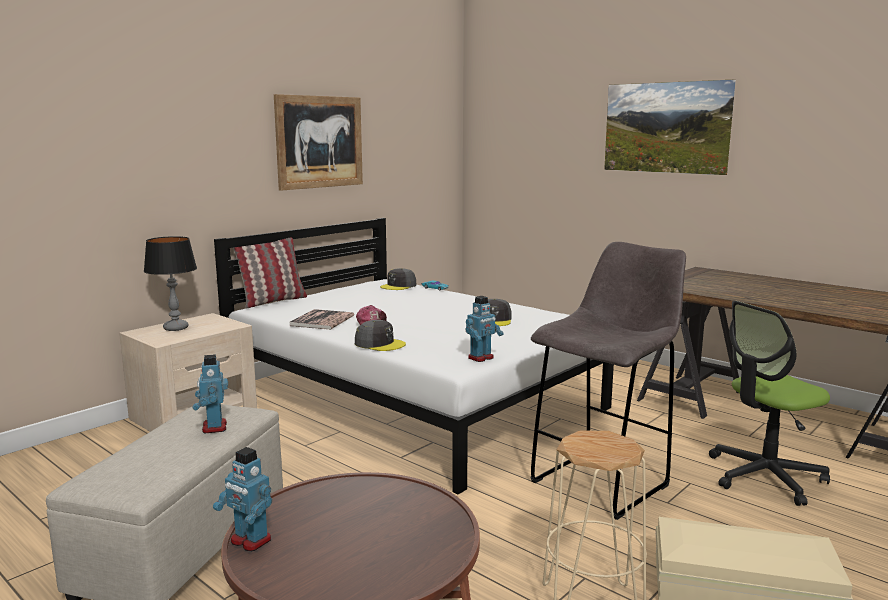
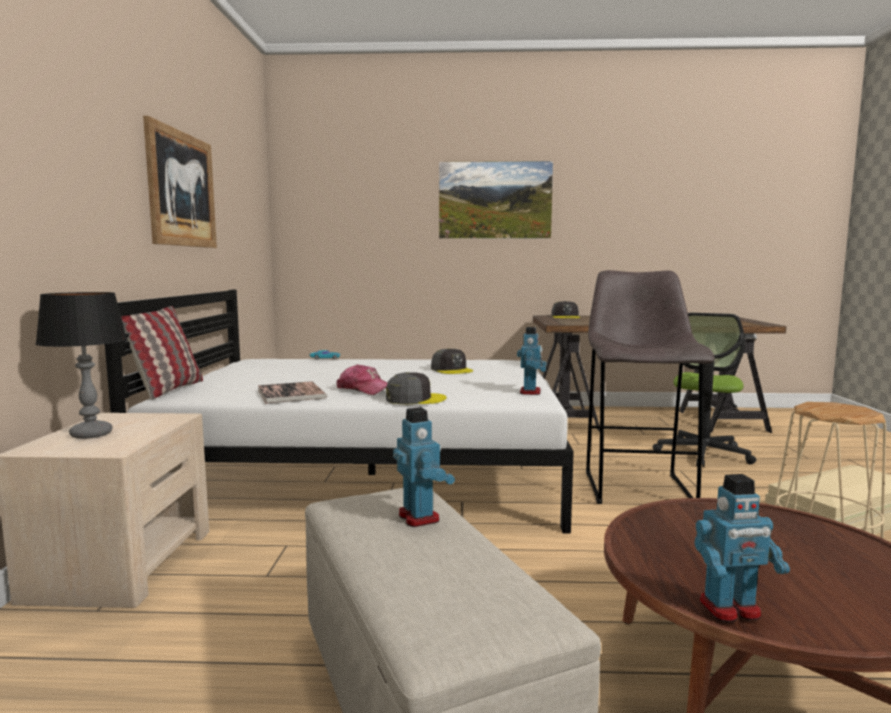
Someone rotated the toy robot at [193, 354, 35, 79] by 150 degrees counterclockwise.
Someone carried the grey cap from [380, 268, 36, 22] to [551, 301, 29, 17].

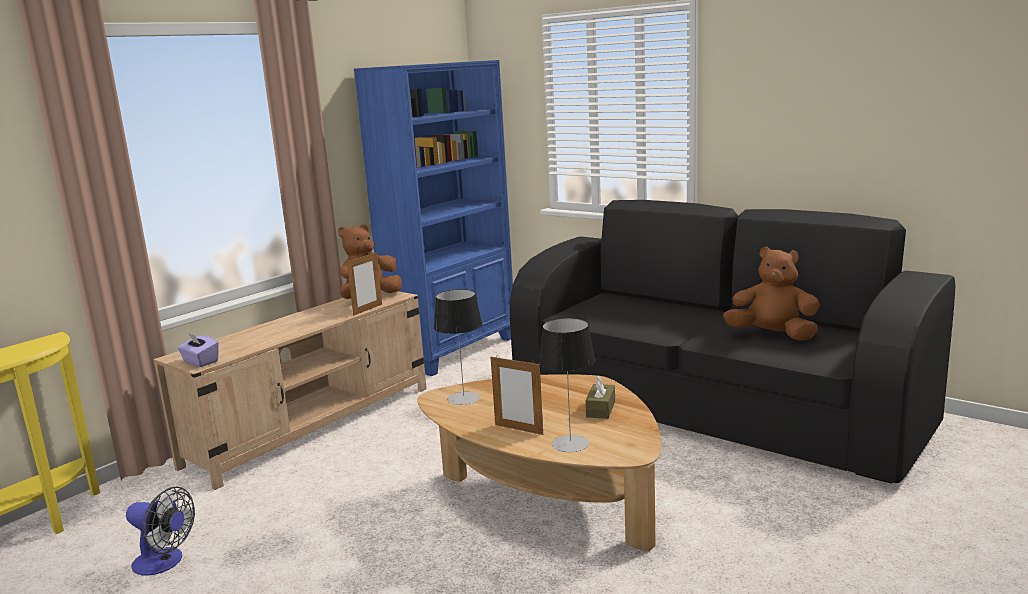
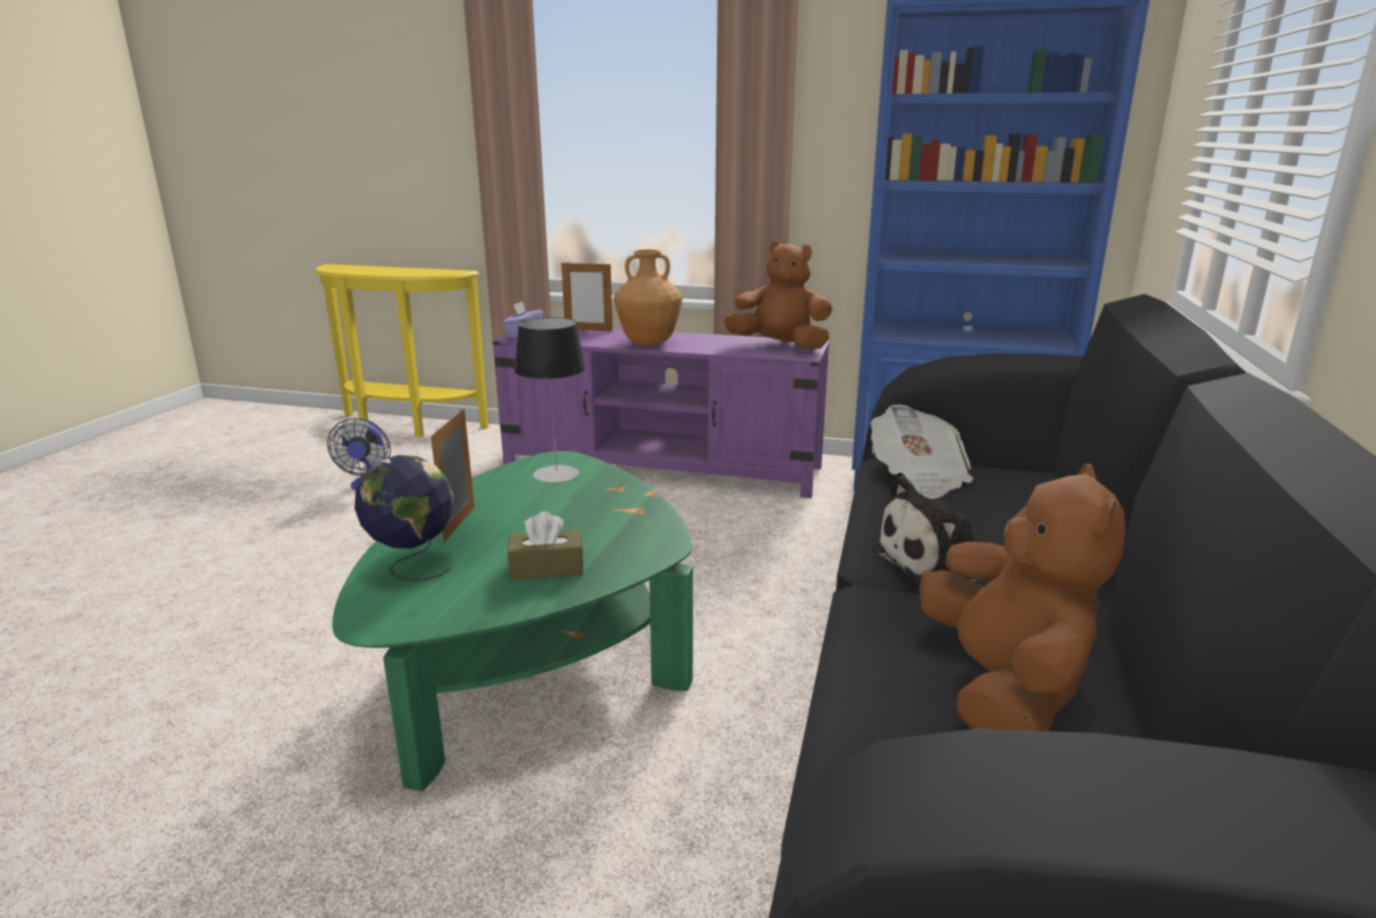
Someone repainted the brown coffee table at [417, 374, 244, 178], which became the green coffee table at [332, 451, 361, 340].
Someone swapped the table lamp at [539, 318, 56, 134] for the globe at [355, 455, 98, 126].
Someone repainted the beige tv stand at [153, 290, 274, 200], which became the purple tv stand at [493, 328, 336, 170].
Someone carried the picture frame from [347, 252, 35, 64] to [561, 261, 52, 70].
Someone put down the brown vase at [614, 249, 68, 97].
Someone put down the newspaper at [870, 405, 103, 94].
Someone put down the plush toy at [872, 476, 107, 109].

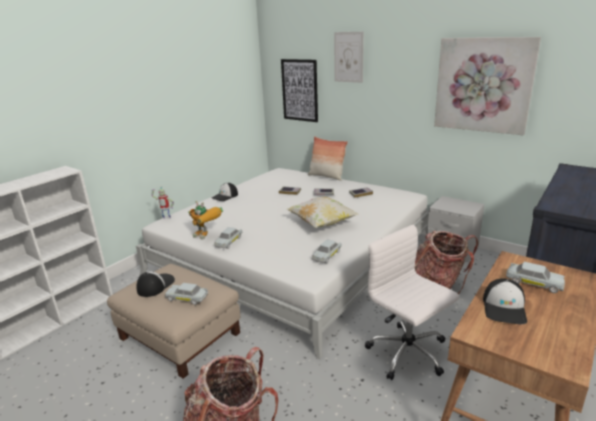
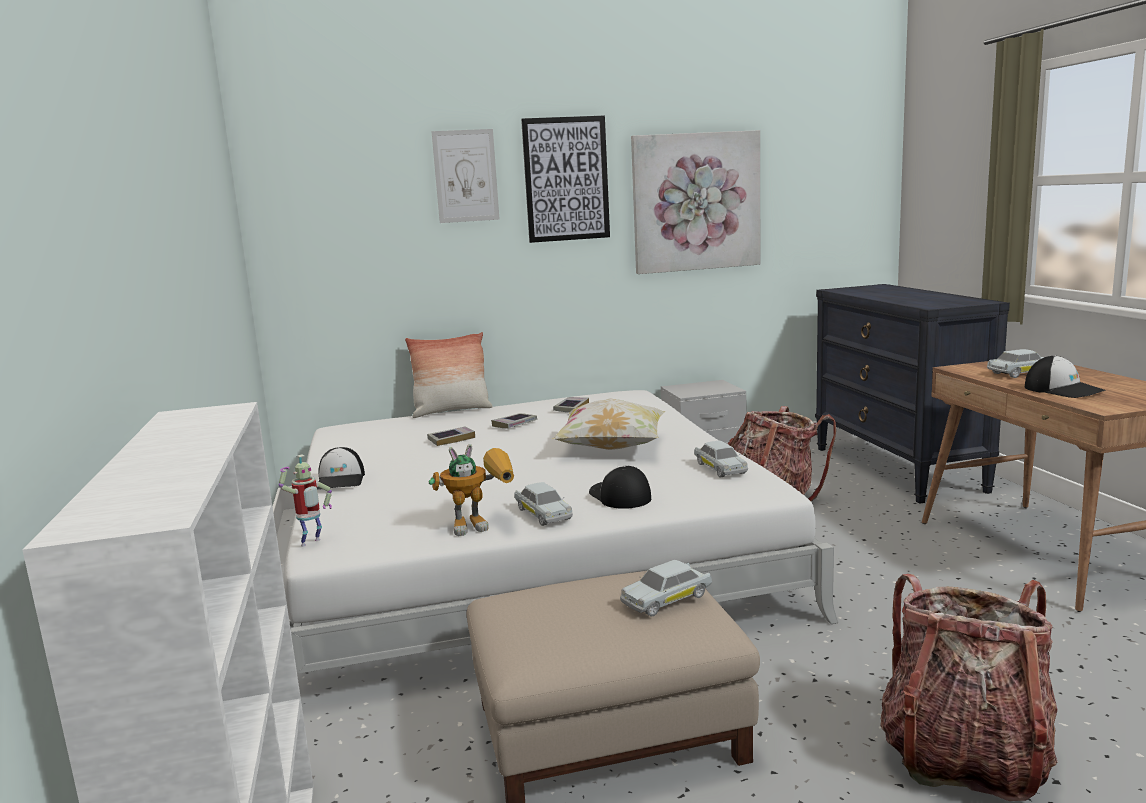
Someone carried the picture from [281, 59, 37, 63] to [521, 115, 89, 128].
Someone carried the cap from [136, 271, 39, 26] to [589, 465, 62, 44].
Someone took away the white office chair at [365, 225, 94, 155].

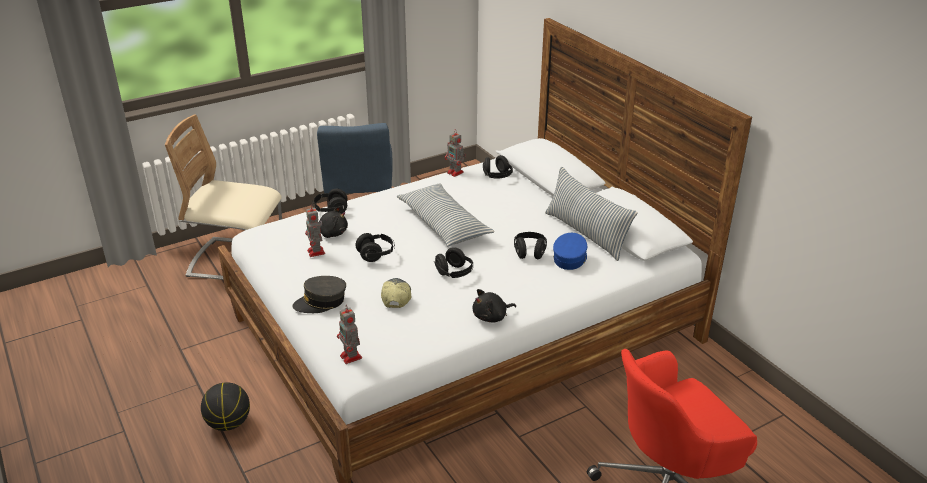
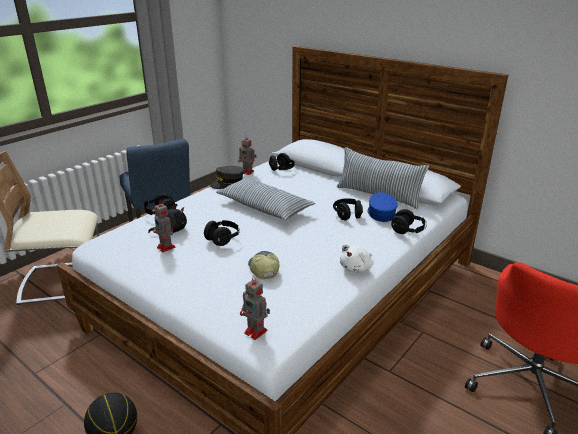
Someone carried the grey cap from [293, 276, 53, 37] to [210, 166, 34, 23].
Someone repainted the black plush toy at [472, 289, 44, 34], which became the white plush toy at [340, 244, 32, 28].
Someone carried the black headphones from [434, 247, 39, 31] to [391, 209, 36, 25].

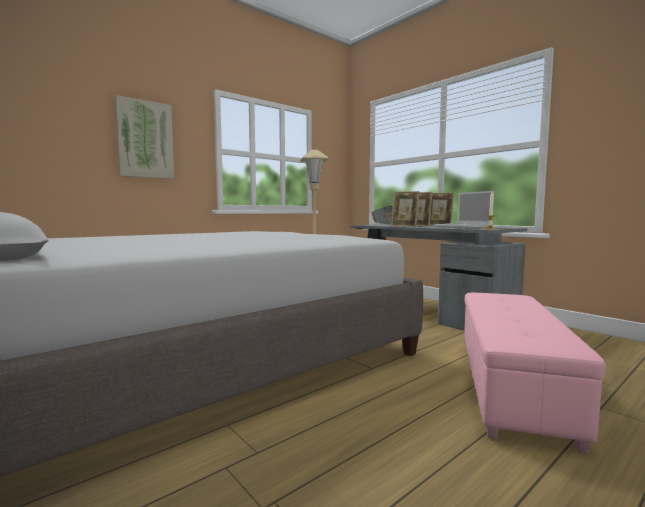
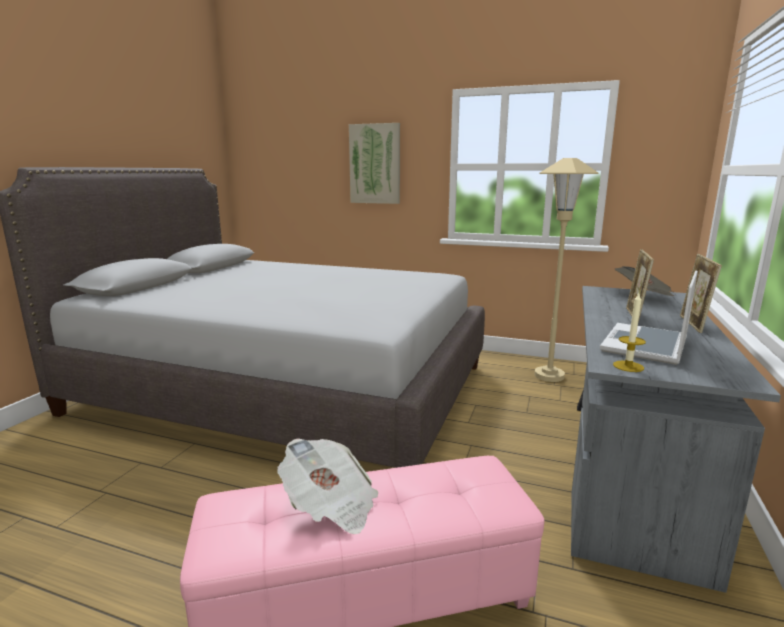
Someone put down the newspaper at [277, 438, 102, 96].
Someone took away the picture frame at [391, 191, 29, 36].

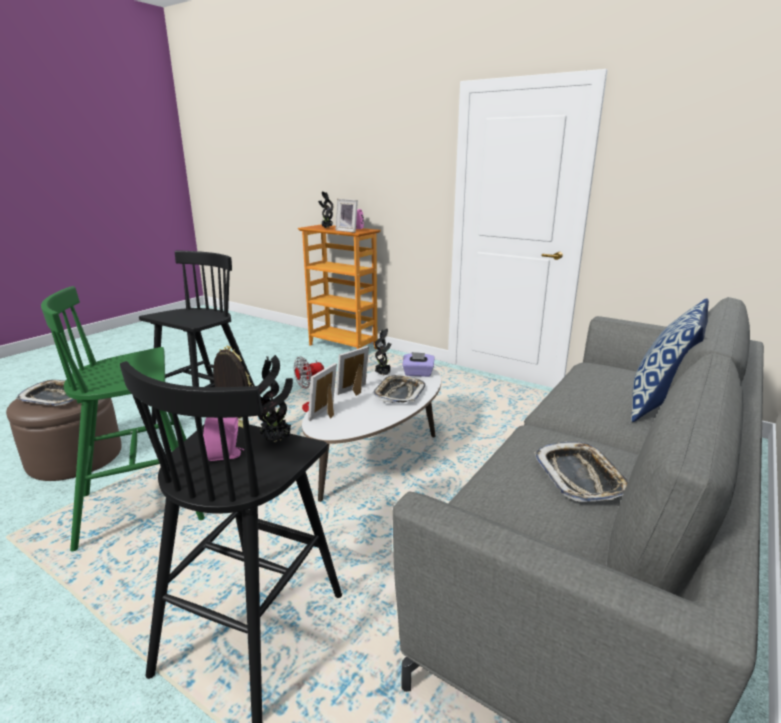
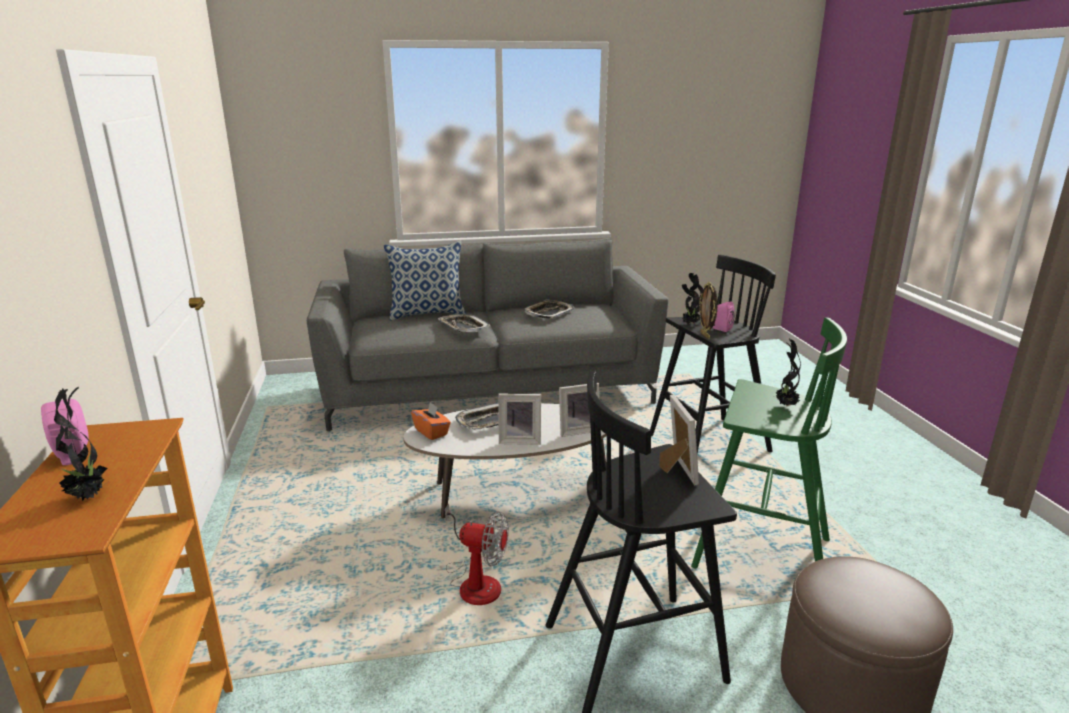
Someone repainted the purple tissue box at [402, 352, 33, 25], which became the orange tissue box at [411, 402, 40, 38].
Someone carried the tray from [16, 380, 59, 26] to [438, 314, 52, 19].
Someone carried the picture frame from [335, 199, 23, 34] to [660, 394, 39, 91].
Someone carried the potted plant from [375, 328, 17, 48] to [775, 339, 26, 67].

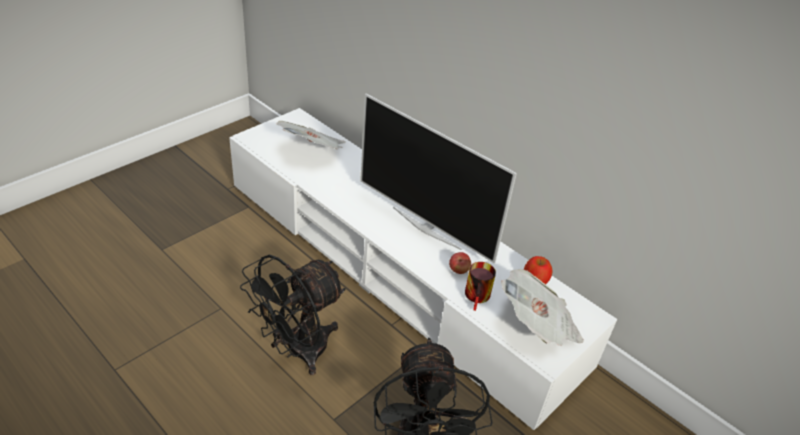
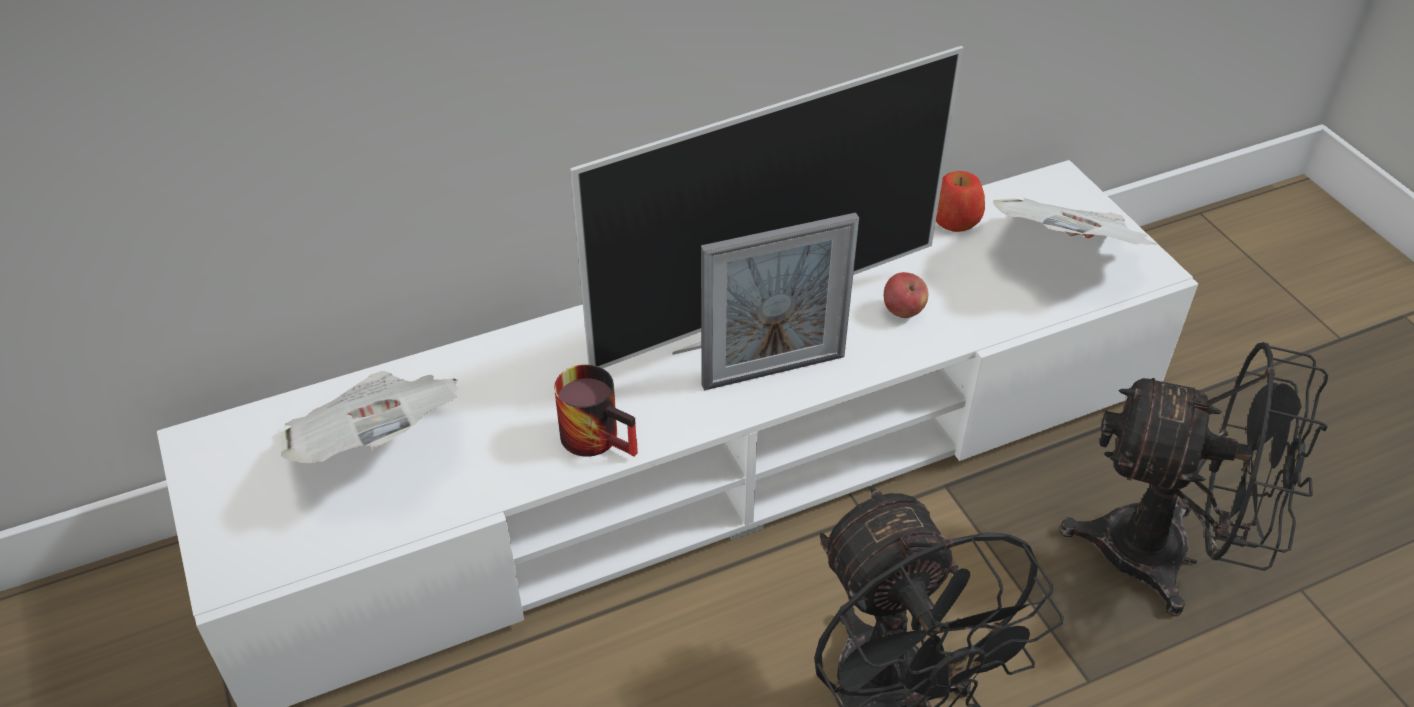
Someone carried the mug from [465, 262, 31, 49] to [554, 365, 84, 91].
Someone put down the picture frame at [701, 213, 158, 178].

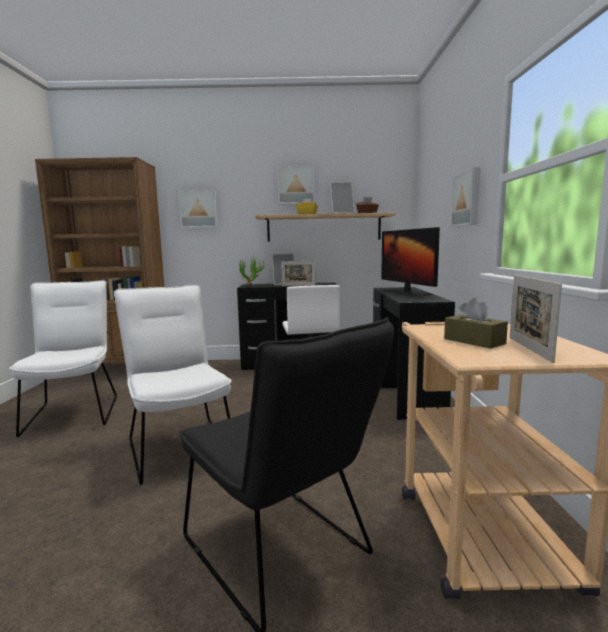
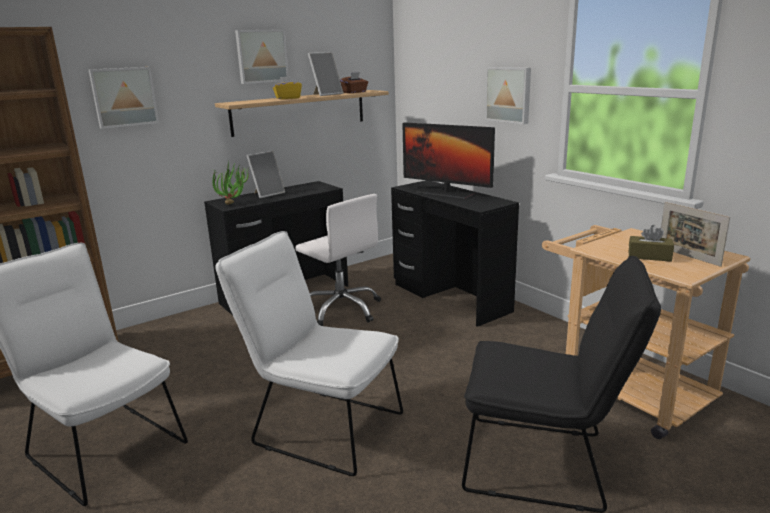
Someone took away the picture frame at [281, 261, 35, 25].

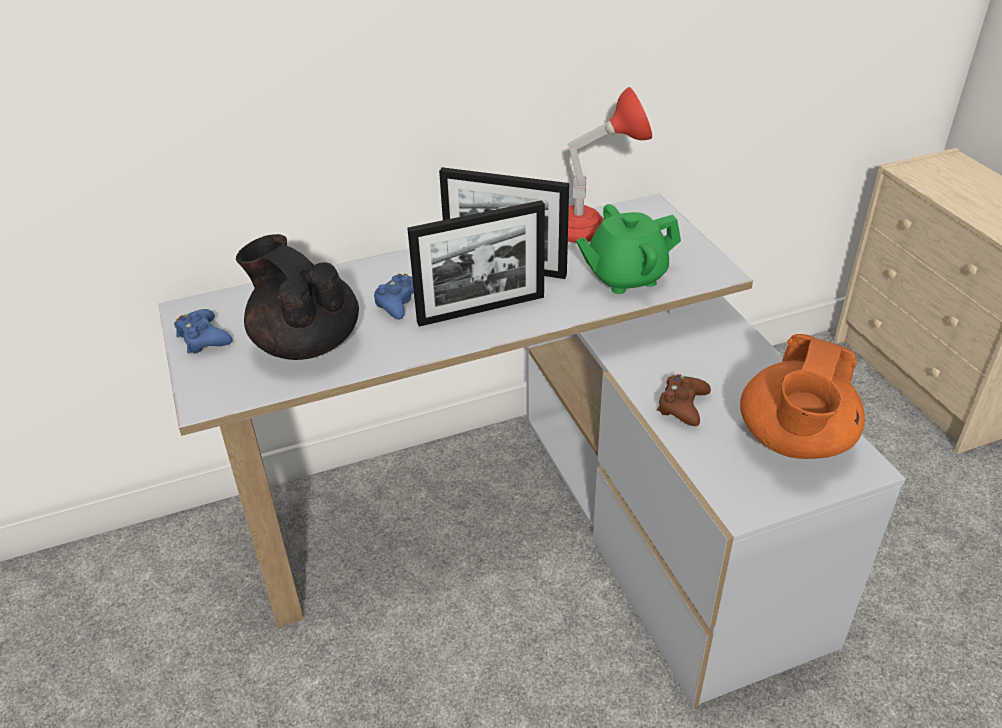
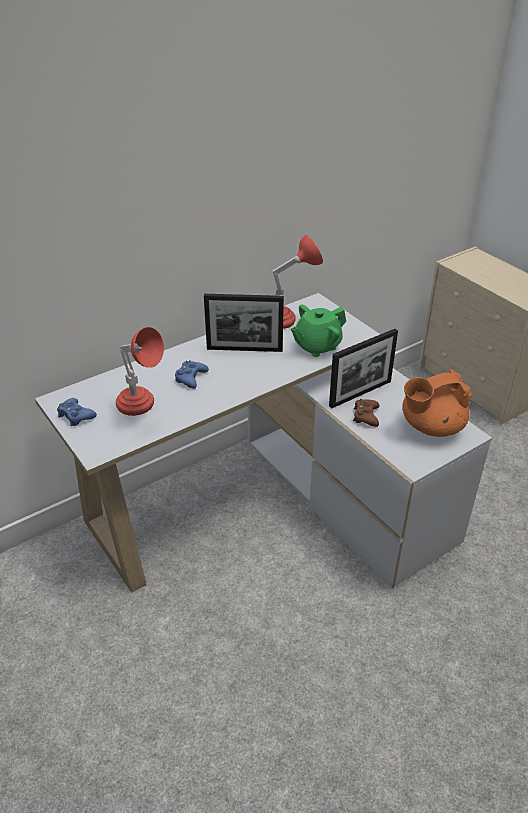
Someone swapped the black teapot at [236, 234, 123, 126] for the red table lamp at [116, 327, 48, 89].
Someone carried the picture frame from [407, 200, 138, 127] to [329, 329, 69, 79].
Someone rotated the orange teapot at [740, 334, 125, 125] by 60 degrees clockwise.

